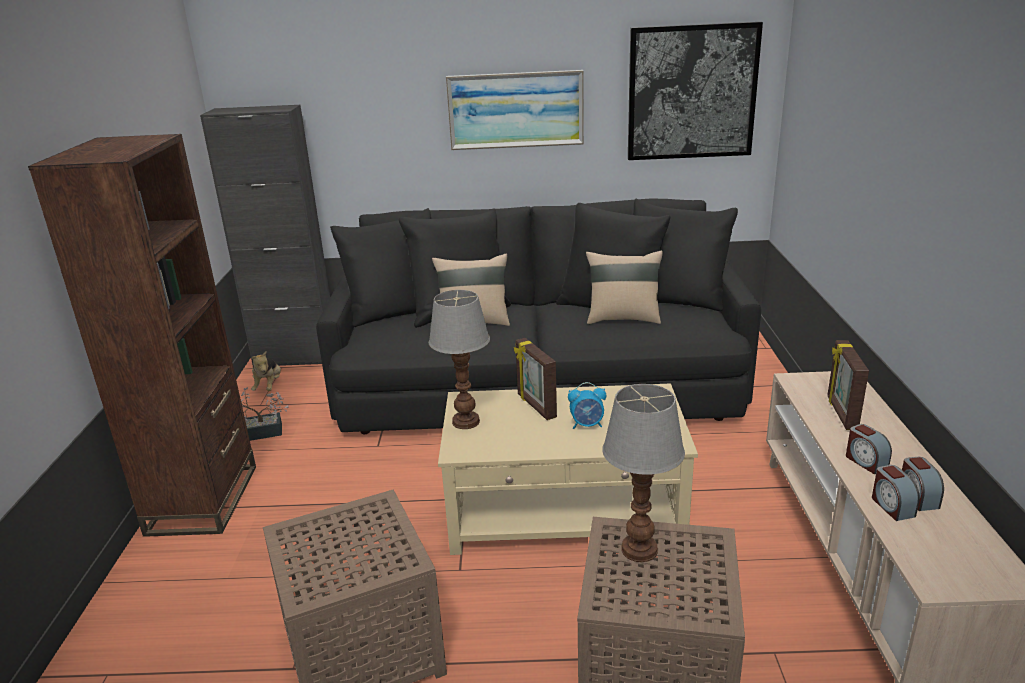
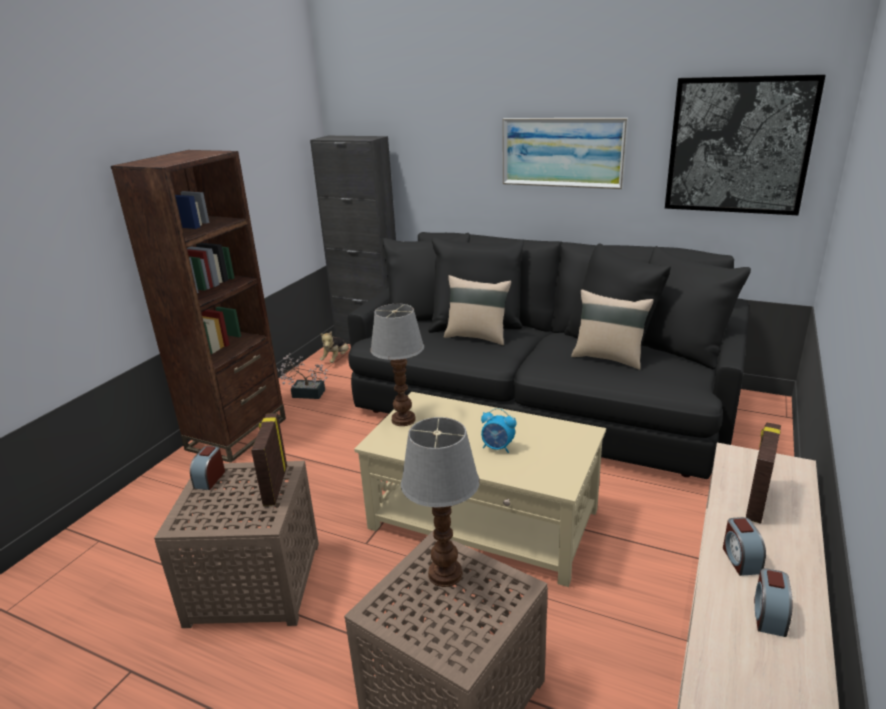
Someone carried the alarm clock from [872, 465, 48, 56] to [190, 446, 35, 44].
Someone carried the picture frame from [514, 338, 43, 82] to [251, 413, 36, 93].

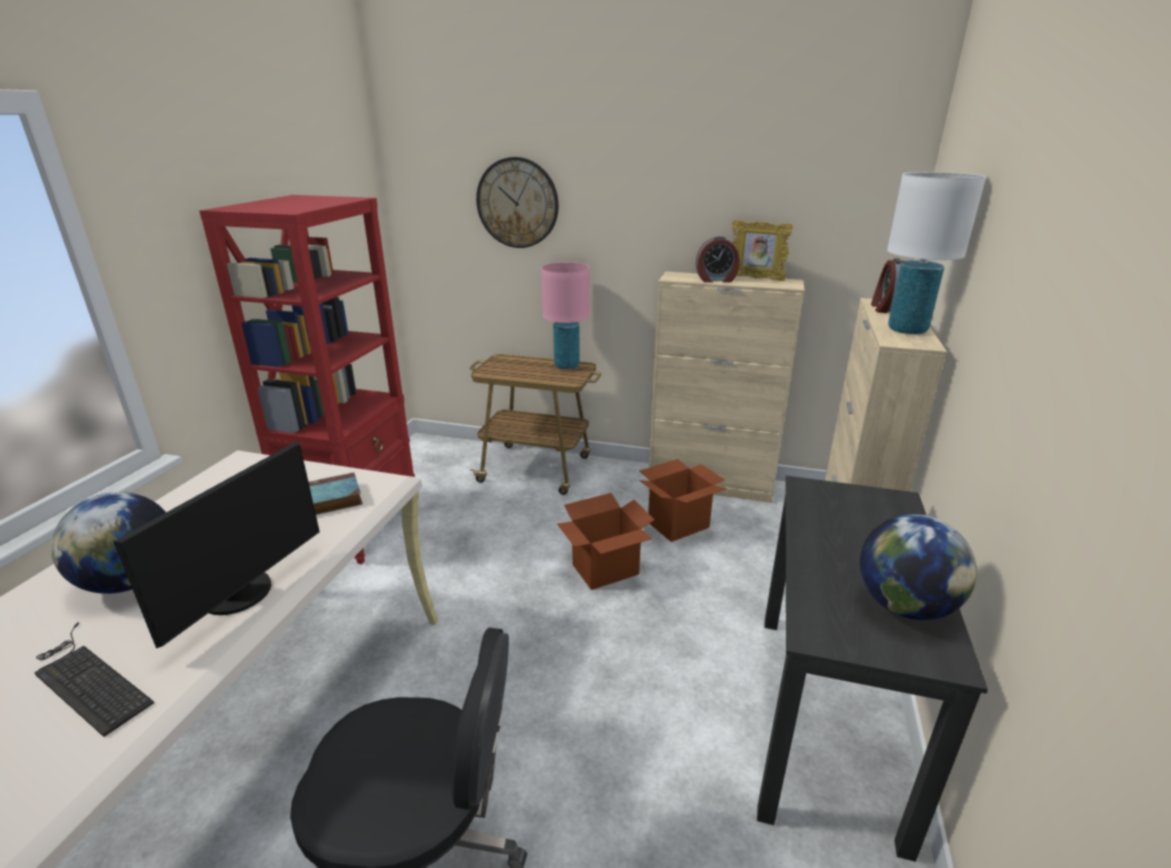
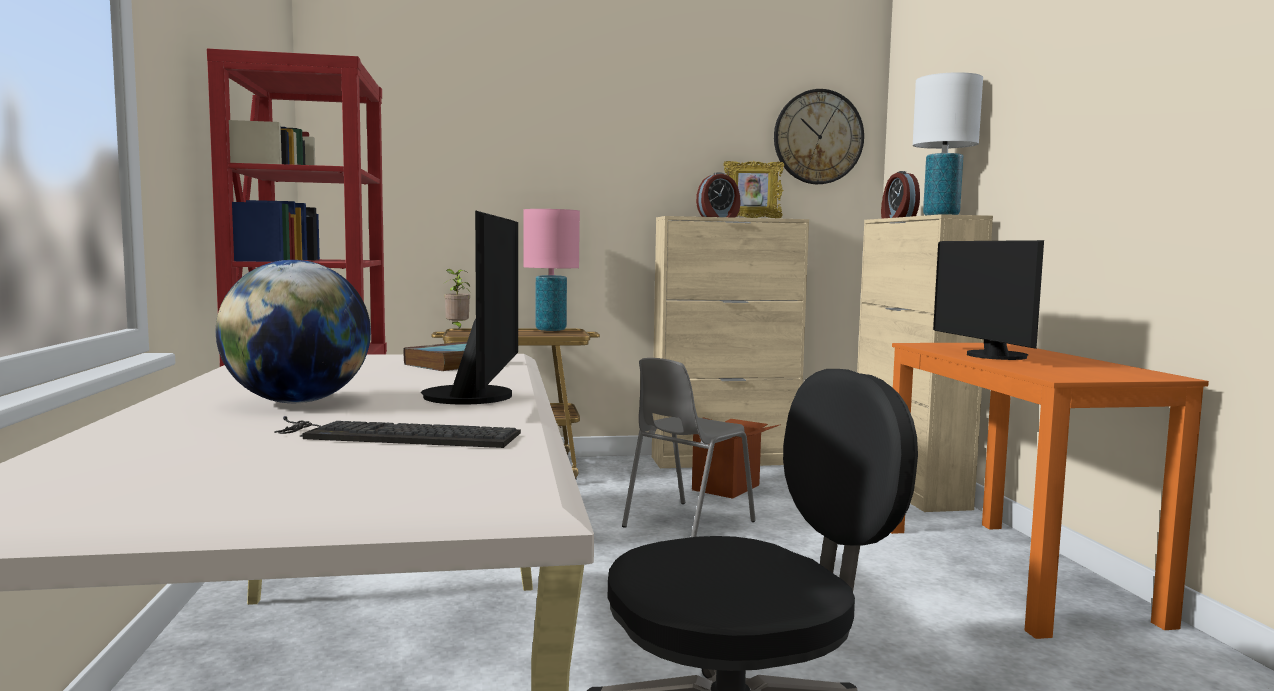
Someone put down the potted plant at [444, 269, 27, 60].
Someone swapped the cardboard box at [557, 493, 98, 97] for the grey chair at [622, 358, 134, 179].
Someone carried the wall clock from [476, 157, 83, 91] to [774, 89, 90, 95].
Someone repainted the black desk at [757, 476, 231, 386], which became the orange desk at [891, 343, 318, 296].
Someone put down the monitor at [933, 240, 111, 120].
Someone took away the globe at [860, 514, 117, 106].

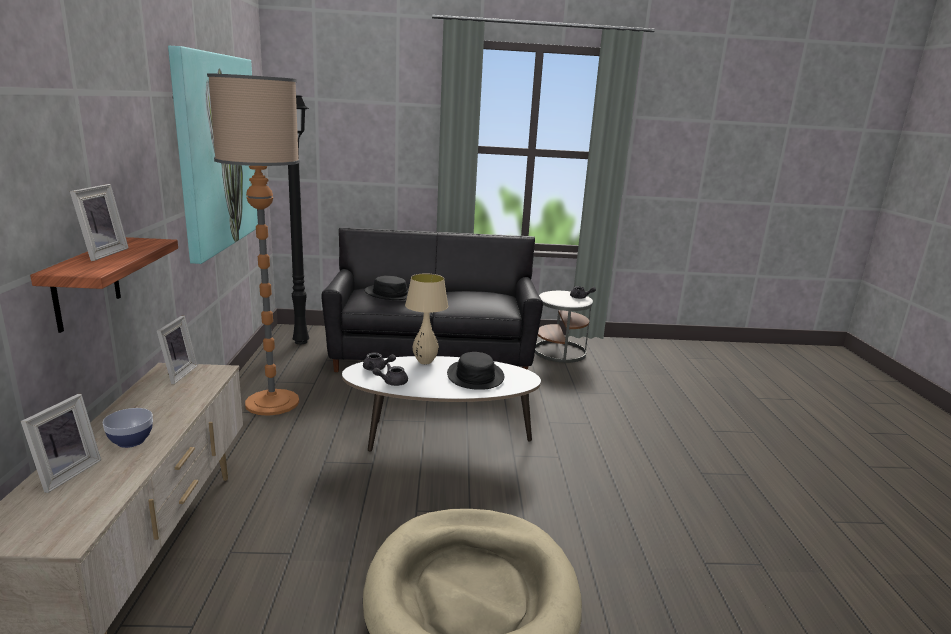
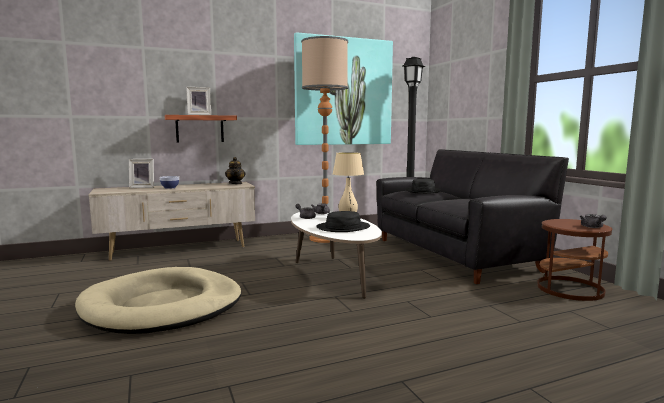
Someone swapped the picture frame at [157, 316, 41, 68] for the teapot at [225, 157, 20, 27].
Someone repainted the white side table at [535, 291, 58, 72], which became the brown side table at [537, 219, 75, 82].

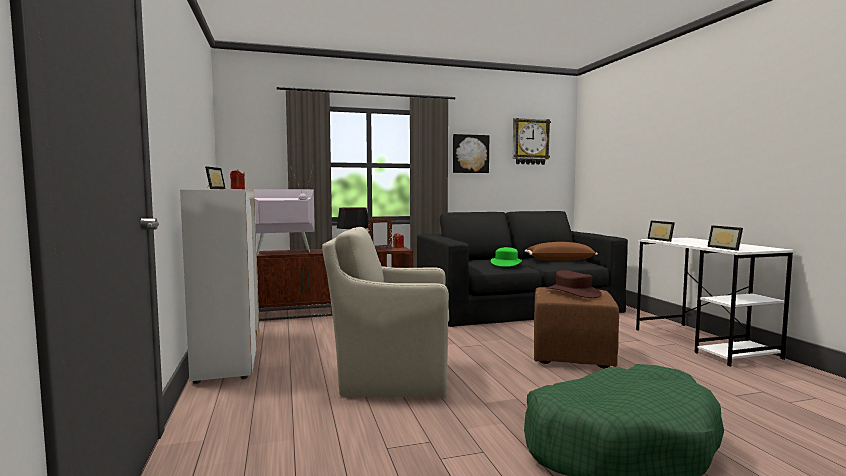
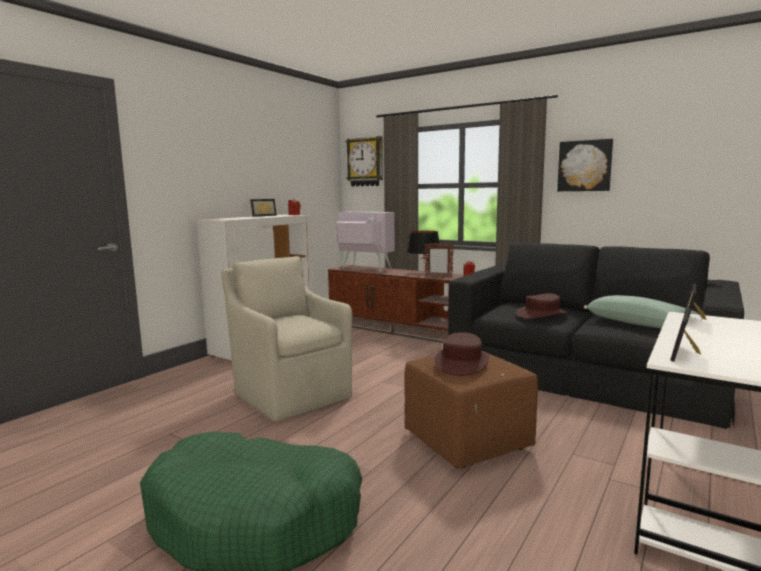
Someone carried the wall clock from [512, 118, 39, 47] to [346, 136, 37, 50].
Someone repainted the green hat at [491, 247, 31, 20], which became the brown hat at [516, 293, 53, 26].
Someone repainted the brown pillow at [525, 242, 73, 19], which became the green pillow at [584, 295, 116, 33].

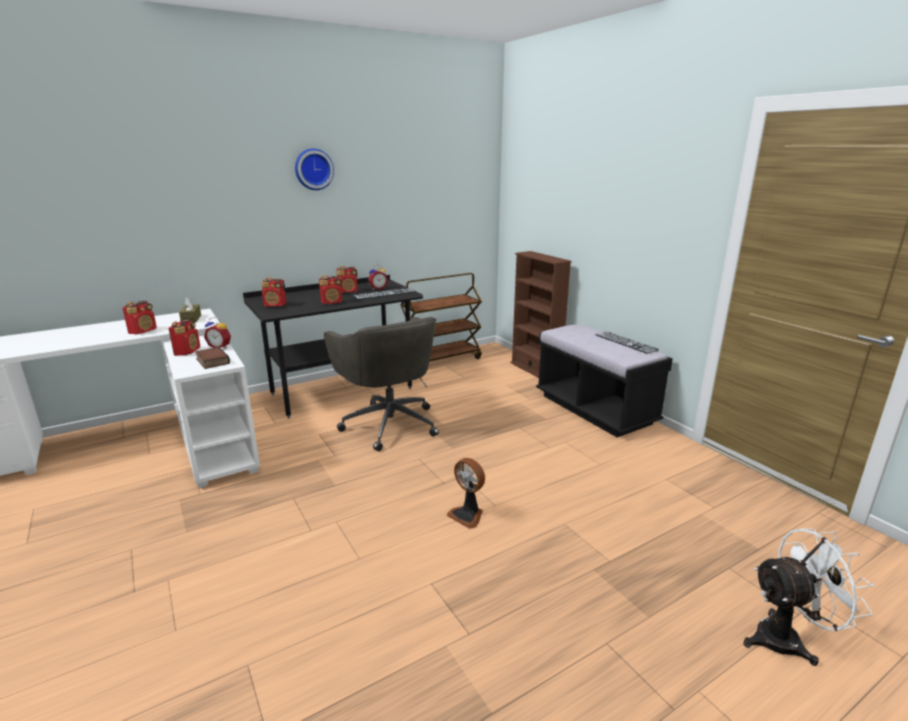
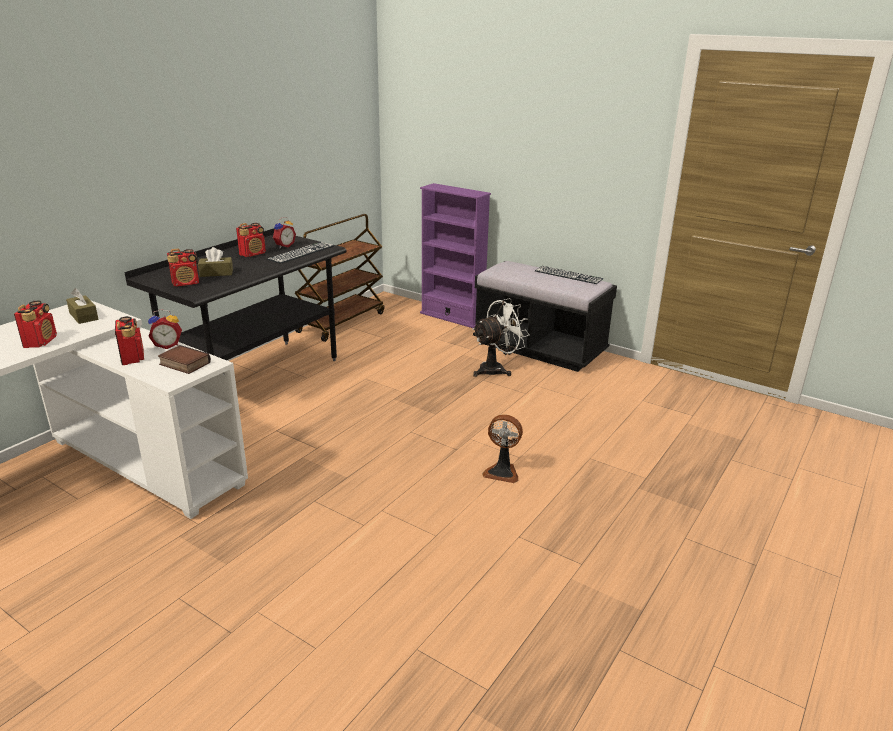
Someone put down the brown tissue box at [198, 247, 35, 30].
Someone repainted the brown bookcase at [510, 251, 62, 127], which became the purple bookcase at [420, 183, 71, 145].
Someone carried the white fan from [743, 528, 131, 138] to [472, 298, 58, 79].
Someone took away the wall clock at [295, 148, 39, 42].
Someone took away the radio at [319, 275, 23, 29].
Someone took away the grey office chair at [324, 317, 115, 134].

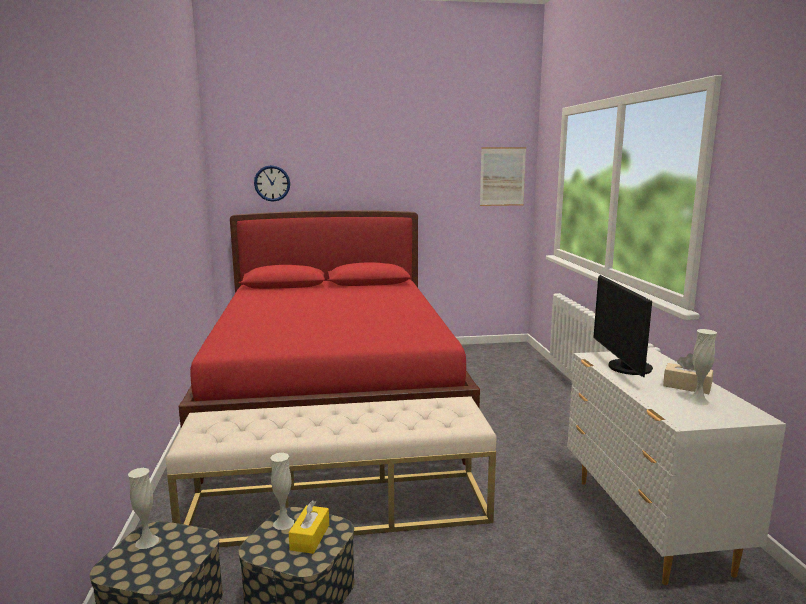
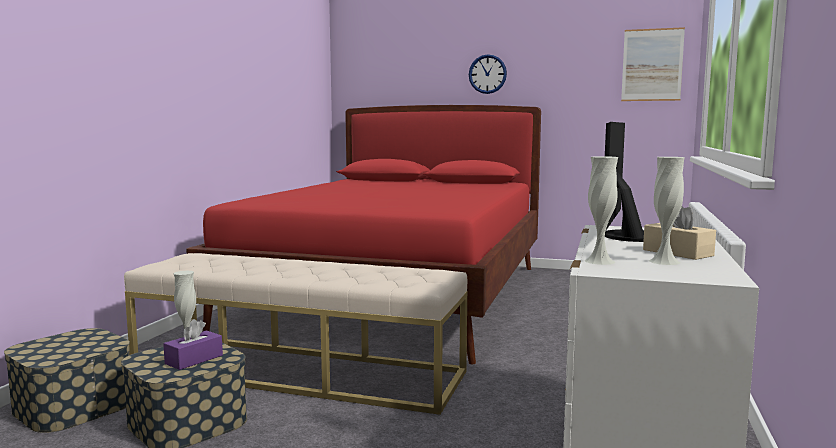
Someone repainted the yellow tissue box at [289, 500, 40, 54], which became the purple tissue box at [163, 319, 60, 51].
Someone carried the wall clock from [254, 165, 36, 37] to [469, 54, 38, 40].
Someone carried the white vase from [128, 468, 31, 81] to [584, 156, 34, 109].

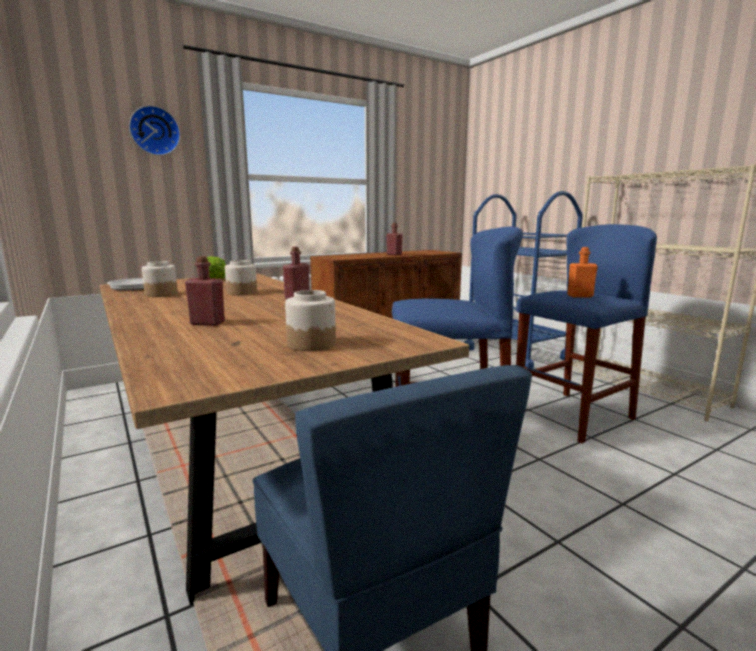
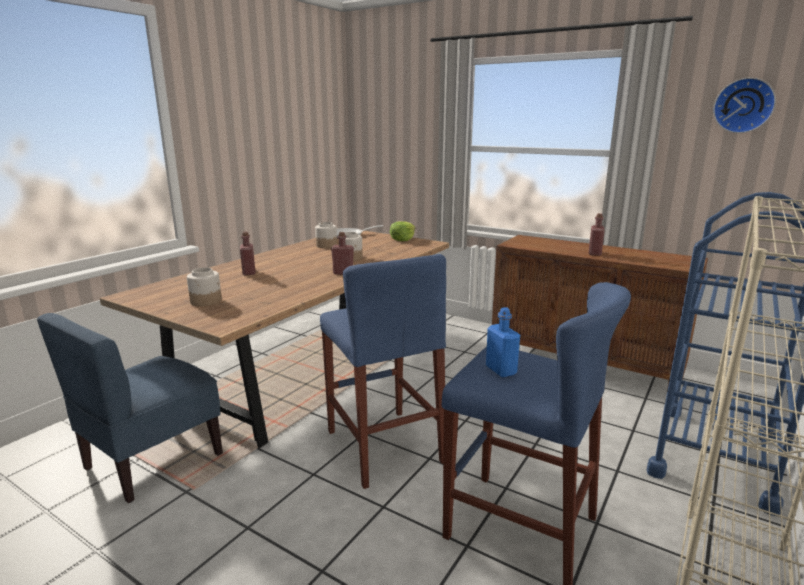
Someone repainted the orange bottle at [567, 247, 31, 50], which became the blue bottle at [486, 307, 34, 70].
Someone carried the wall clock from [129, 105, 51, 51] to [713, 77, 63, 56].

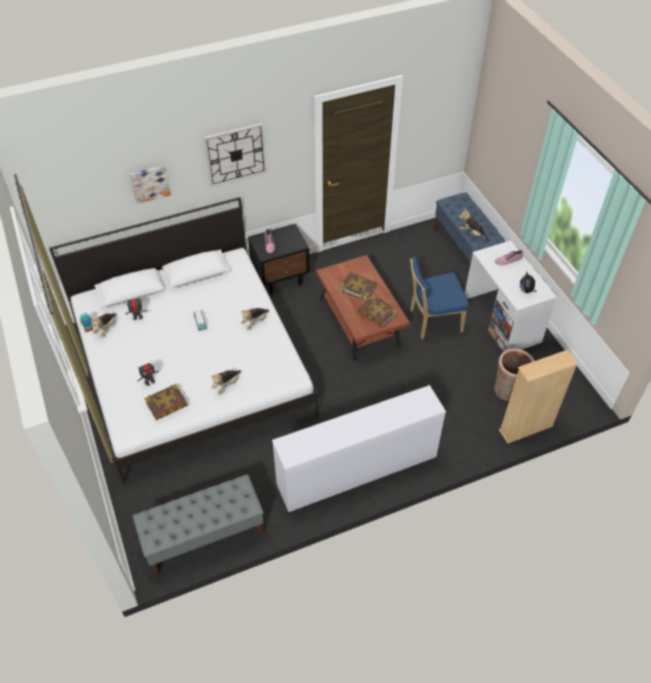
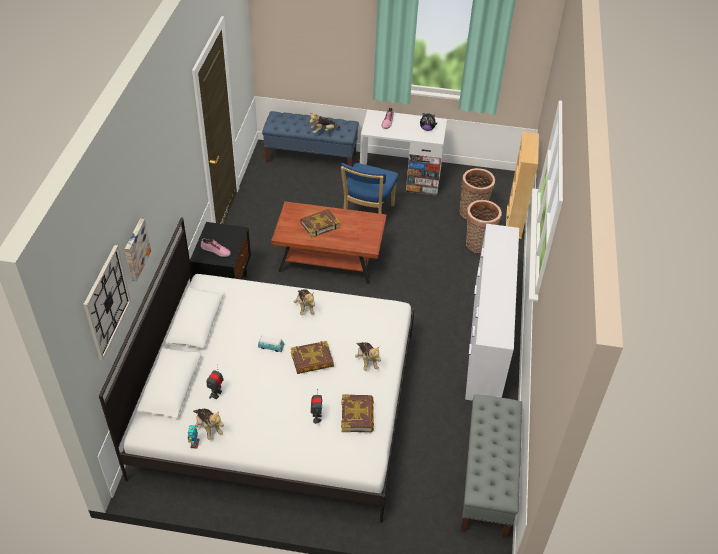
Someone carried the wall clock from [204, 123, 63, 64] to [83, 245, 48, 115].
Someone carried the book from [358, 295, 40, 32] to [291, 341, 43, 33].
Someone put down the basket at [466, 200, 36, 53].

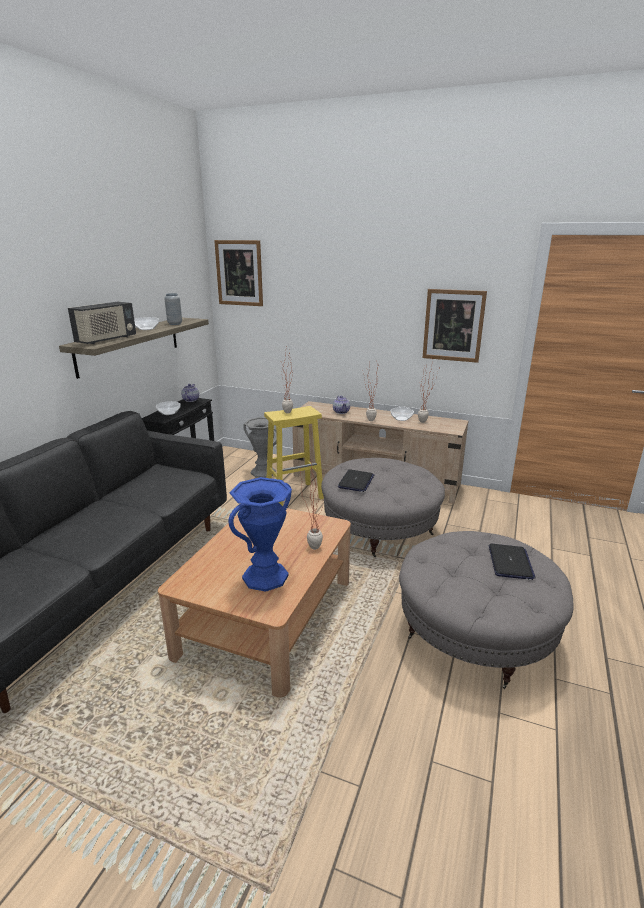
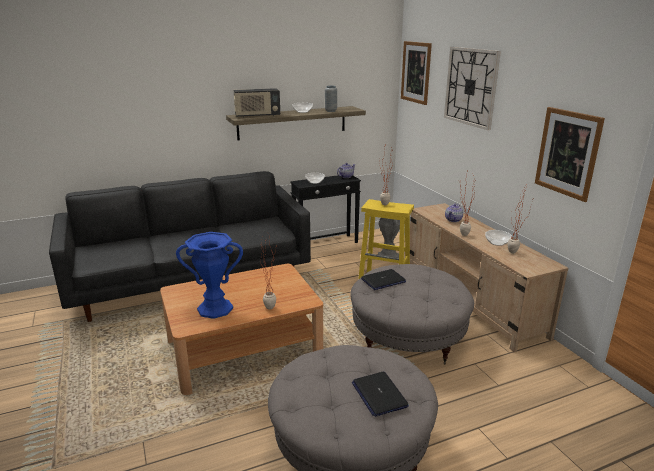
Someone rotated the laptop at [489, 544, 47, 36] by 105 degrees clockwise.
Someone put up the wall clock at [444, 47, 57, 83].

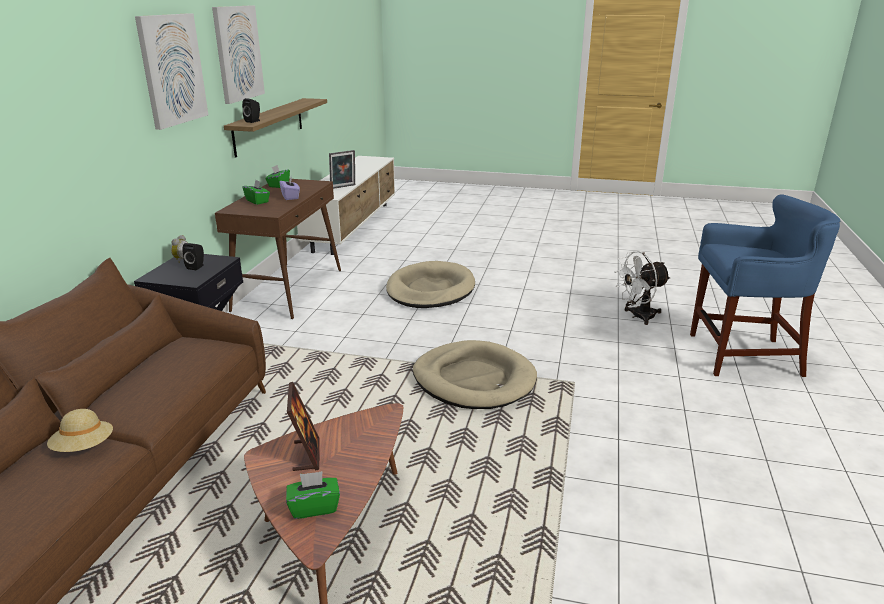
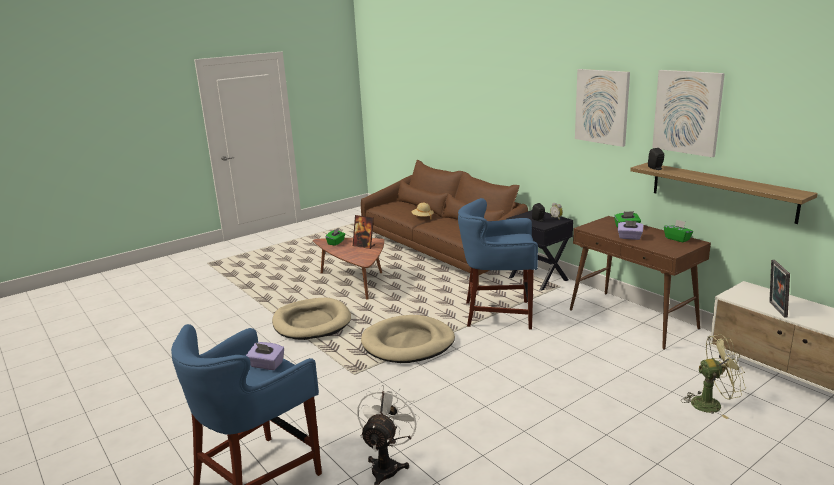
Someone put down the purple tissue box at [246, 342, 38, 28].
Someone carried the beige dog bed from [386, 261, 89, 47] to [272, 298, 79, 42].
Someone put down the blue stool at [458, 198, 80, 131].
Someone put down the green fan at [681, 334, 65, 85].

